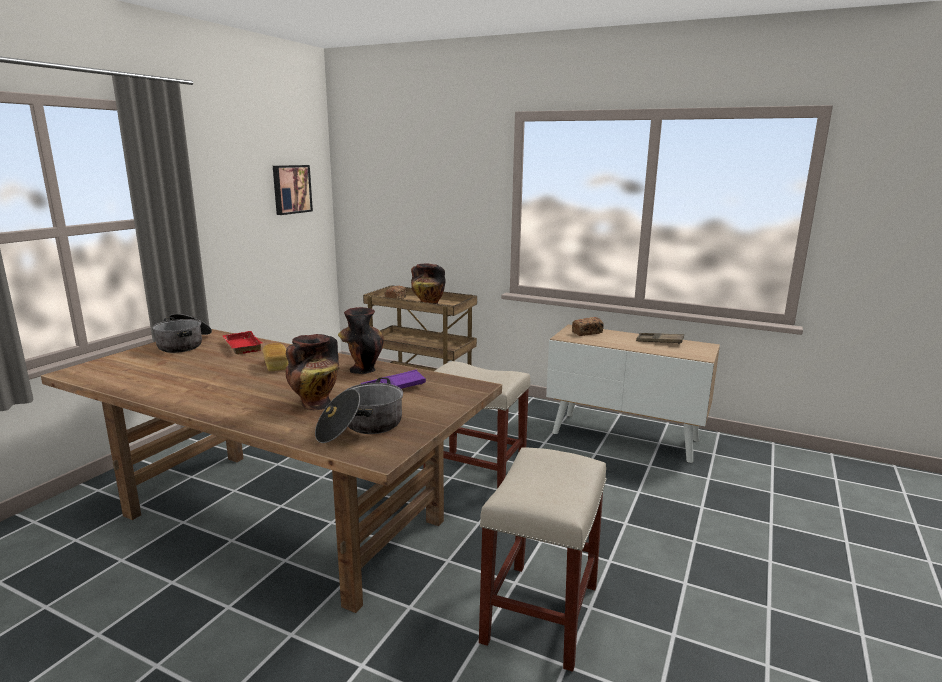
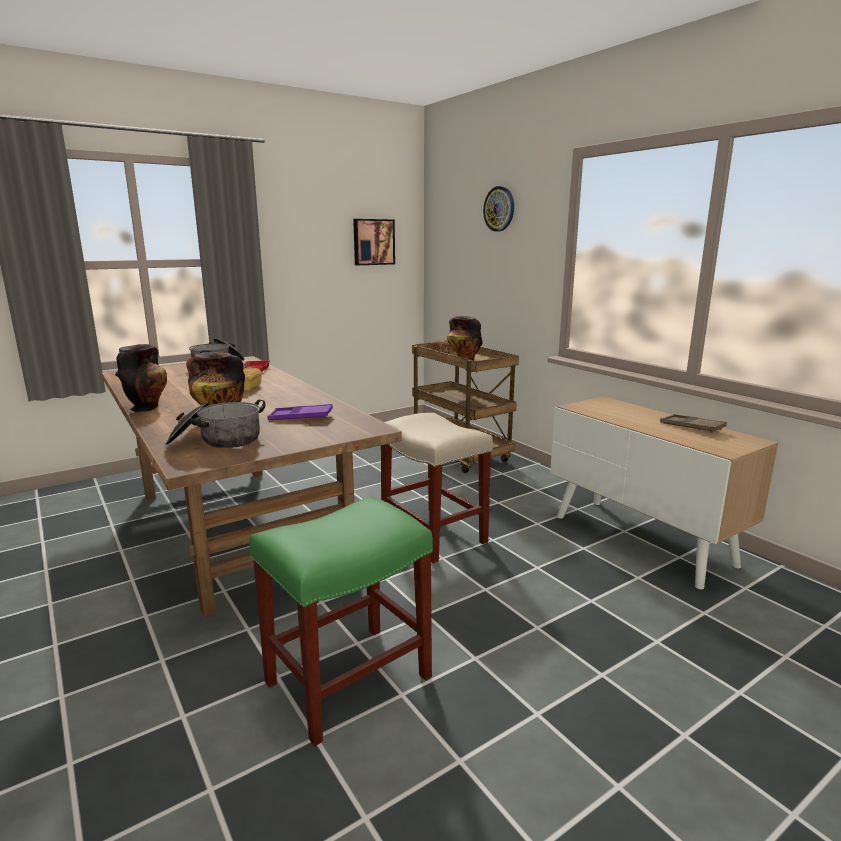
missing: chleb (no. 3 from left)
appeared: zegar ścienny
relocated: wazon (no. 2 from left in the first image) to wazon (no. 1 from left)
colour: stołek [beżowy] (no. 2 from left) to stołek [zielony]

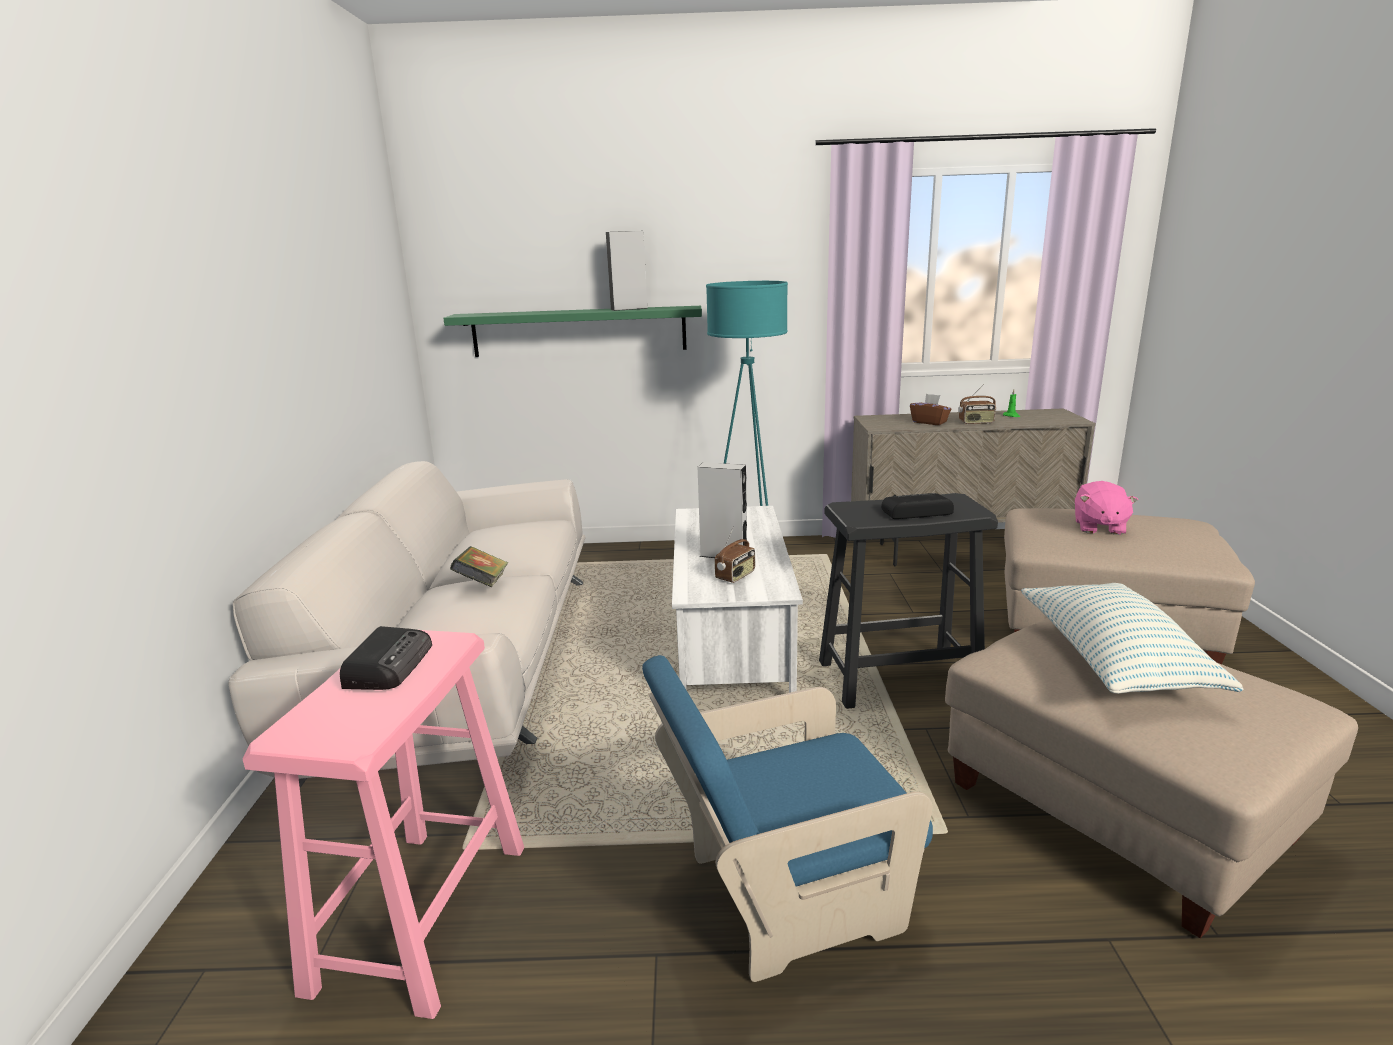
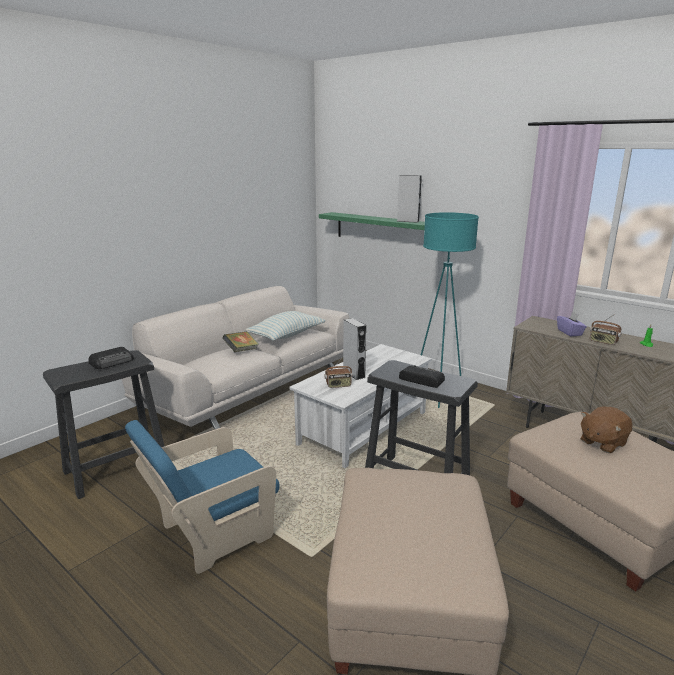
relocated: poduszka
colour: stołek [różowy] to stołek [czarny] (no. 1 from left); pudełko chusteczek [brązowy] to pudełko chusteczek [fioletowy]; pluszak [różowy] to pluszak [brązowy]
spun: fotel [niebieski] 60 degrees counterclockwise

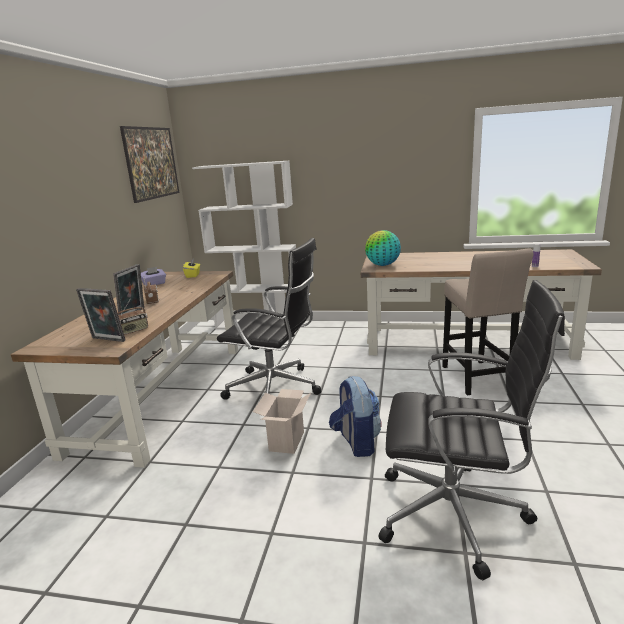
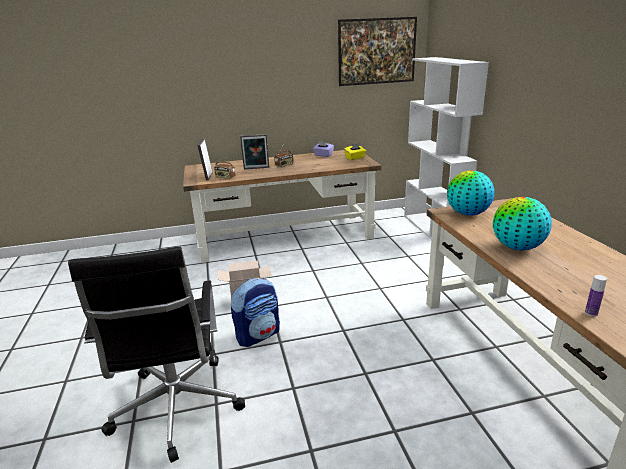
missing: krzesło biurowe [czarny] (no. 1 from left); stołek [beżowy]
appeared: globus (no. 2 from left)

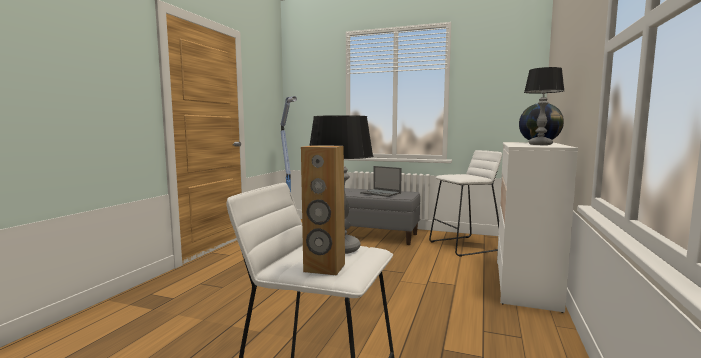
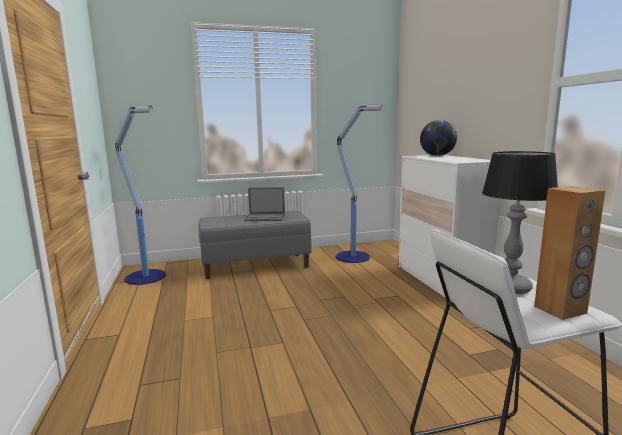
missing: lampa stołowa (no. 2 from left)
exchanged: stołek [biały] (no. 2 from left) to lampa stojąca (no. 2 from left)

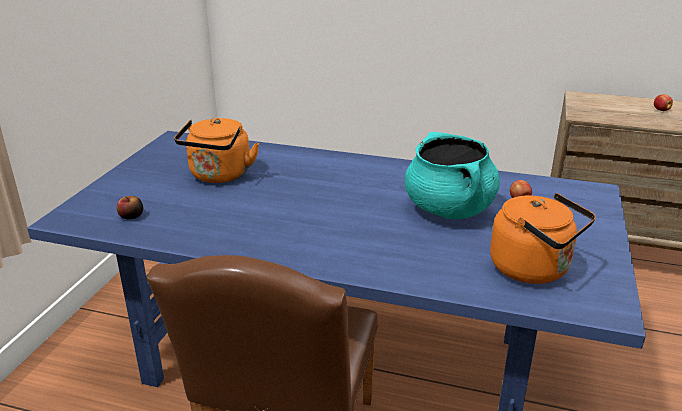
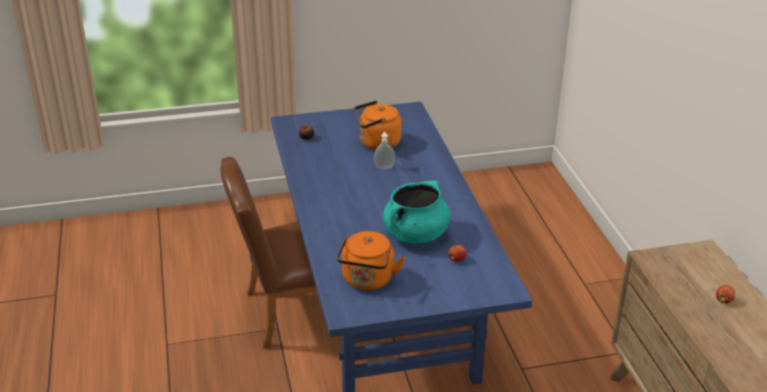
appeared: dozownik mydła

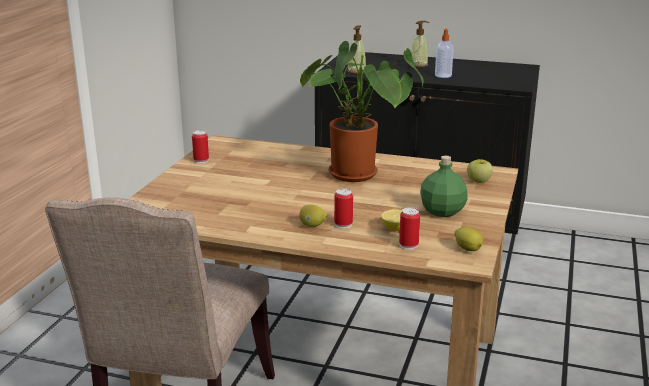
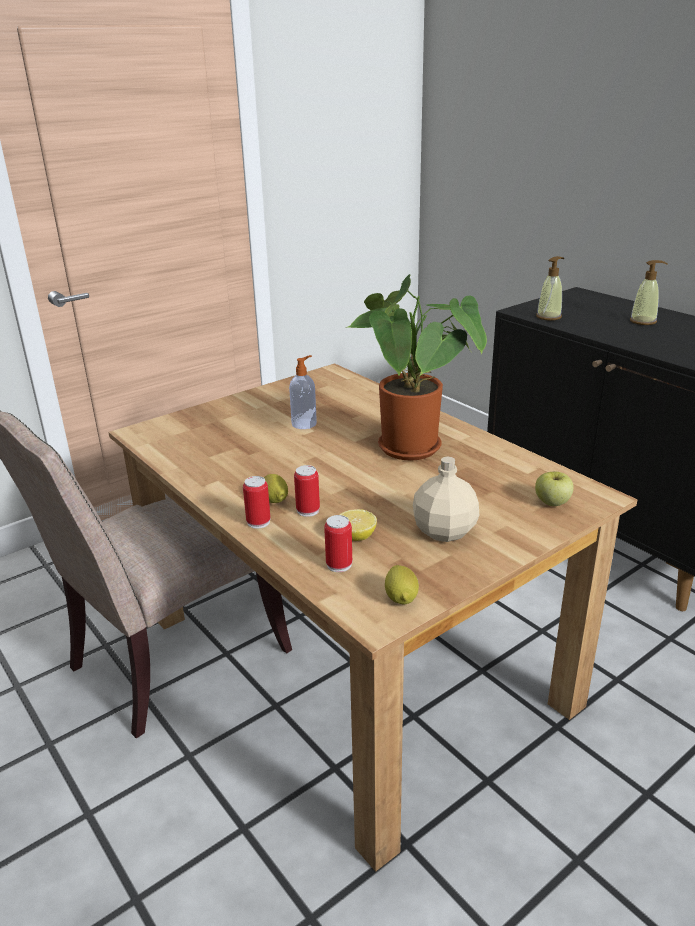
relocated: puszka (no. 1 from left); dozownik mydła (no. 3 from left in the first image) to dozownik mydła (no. 1 from left)
colour: butelka [zielony] to butelka [beżowy]

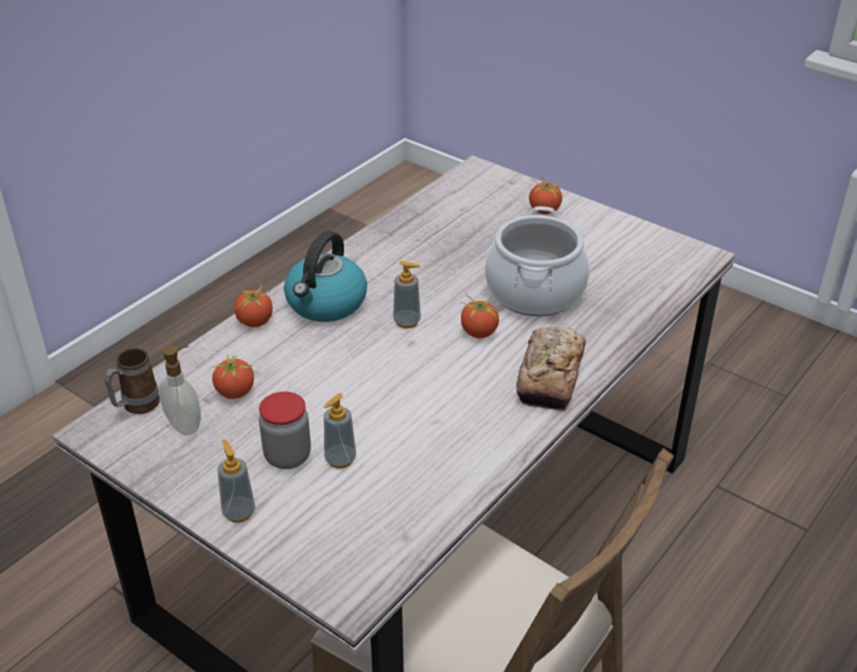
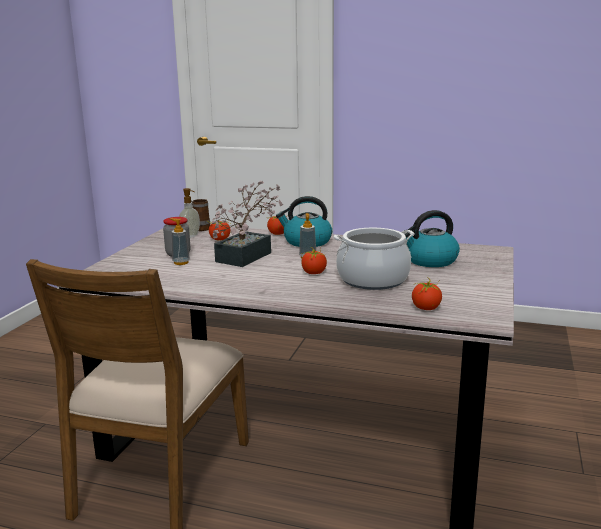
missing: dozownik mydła (no. 2 from left); chleb
appeared: roślina doniczkowa; czajnik (no. 2 from left)
relocated: pomidor (no. 4 from left)

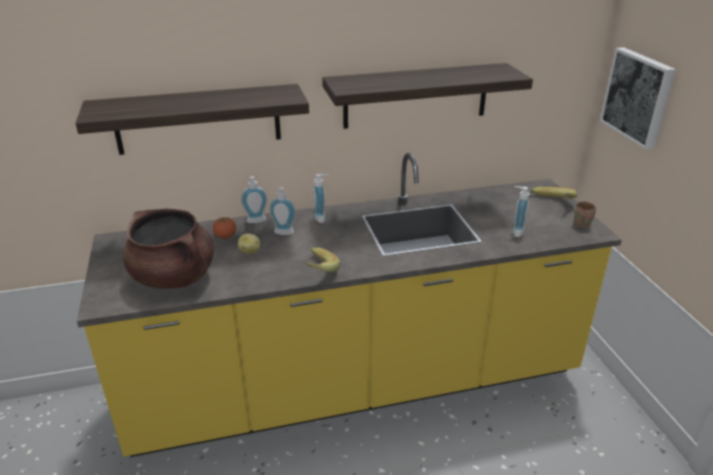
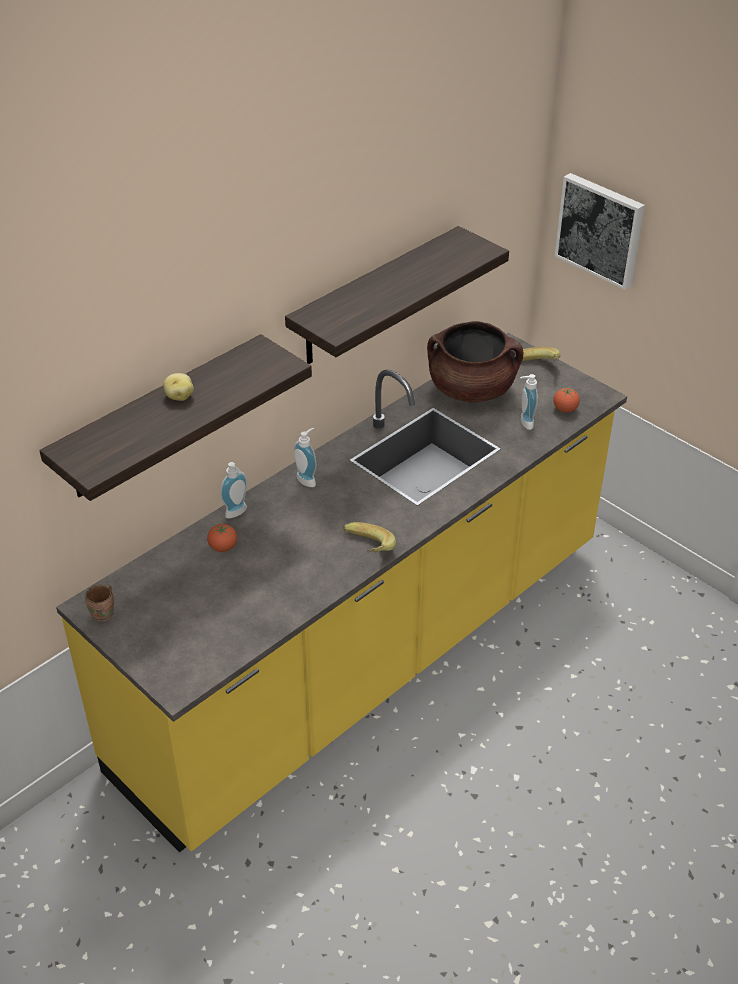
missing: dozownik mydła (no. 2 from left)
appeared: pomidor (no. 2 from left)
relocated: garnek [brązowy]; ziemniak; kubek [brązowy]

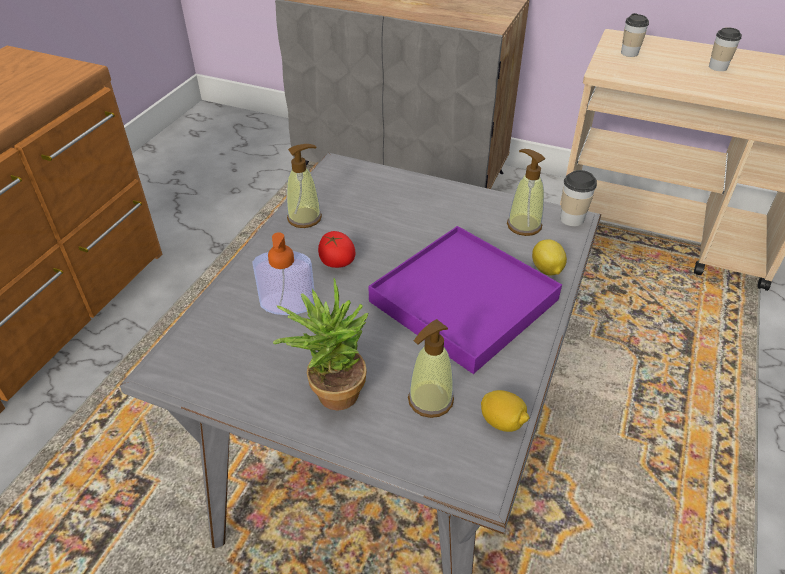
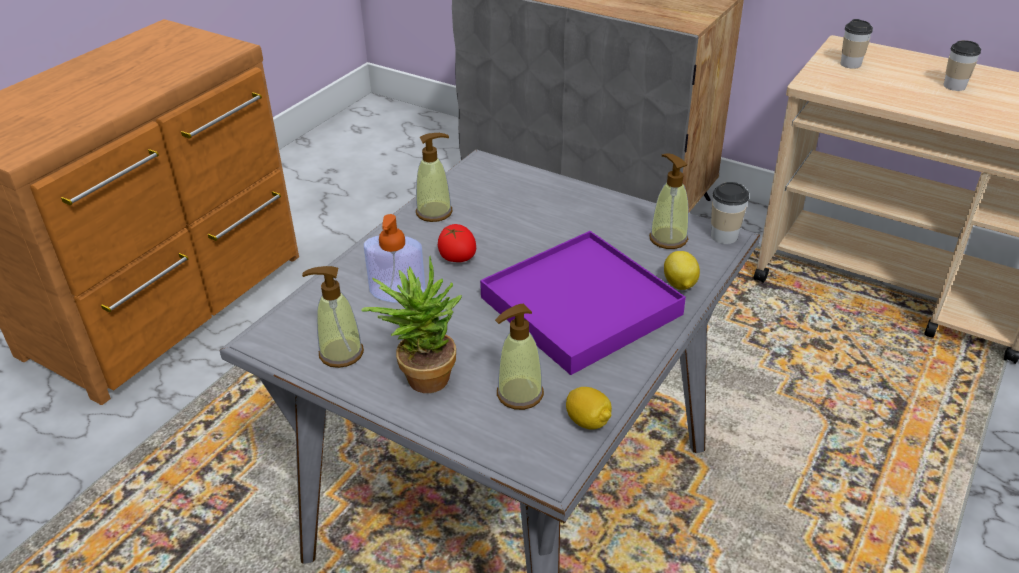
appeared: dozownik mydła (no. 1 from left)

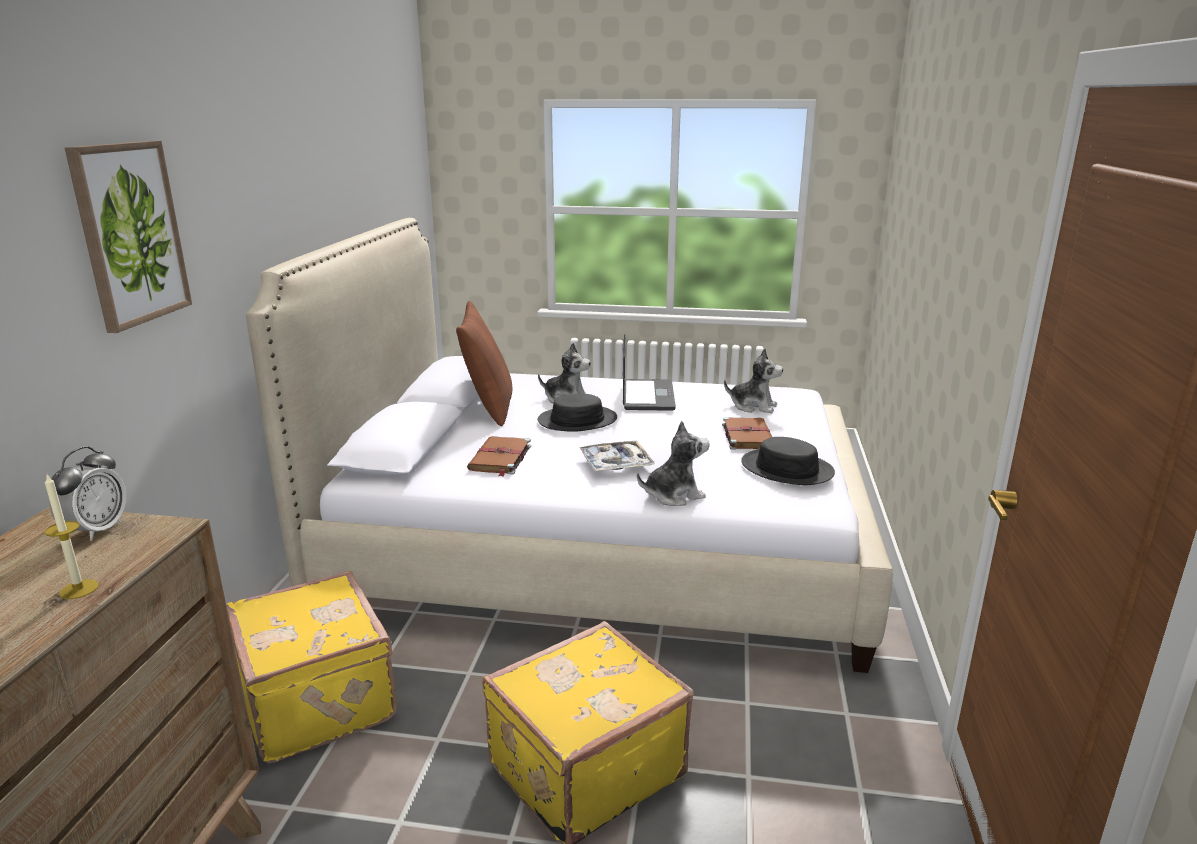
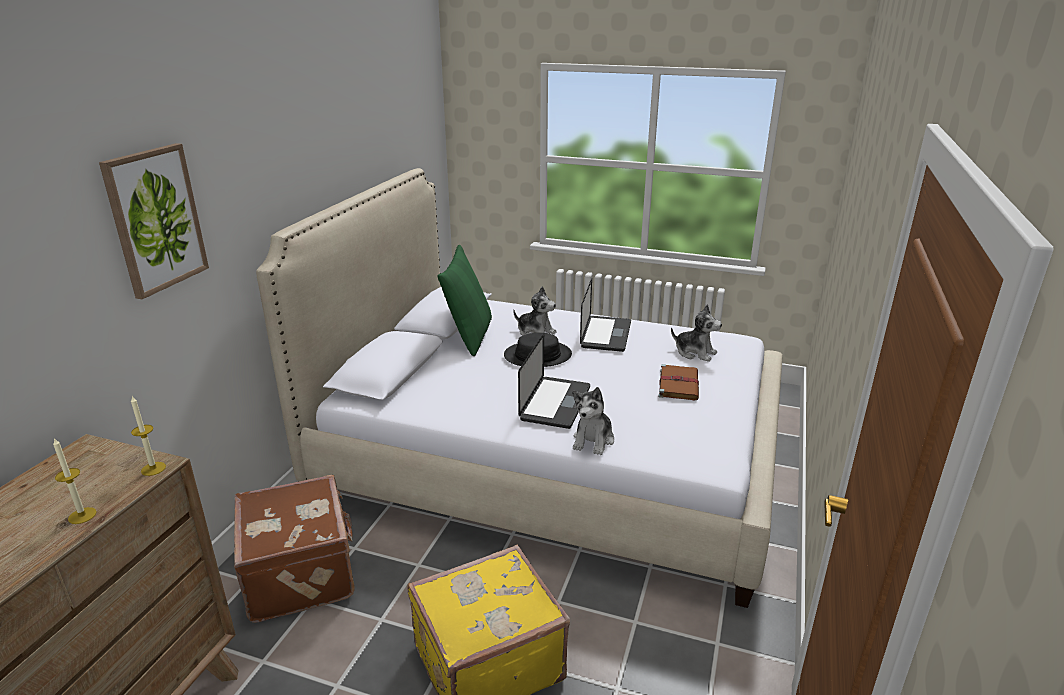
missing: budzik; książka [brązowy] (no. 1 from left); kapelusz [czarny] (no. 2 from left)
appeared: świeca (no. 2 from left)
exchanged: taca to laptop (no. 1 from left)
colour: walizka [żółty] (no. 1 from left) to walizka [brązowy]; poduszka [brązowy] to poduszka [zielony]
spun: pluszak (no. 2 from left) 120 degrees clockwise

